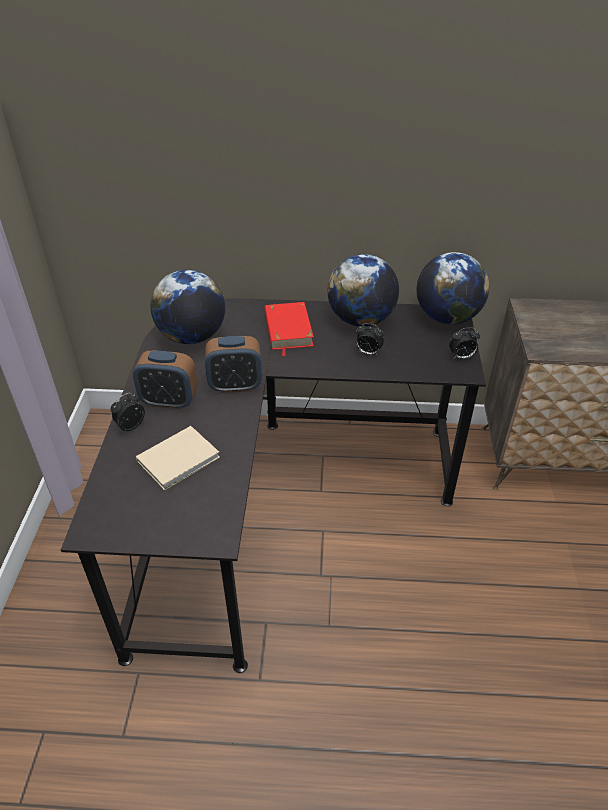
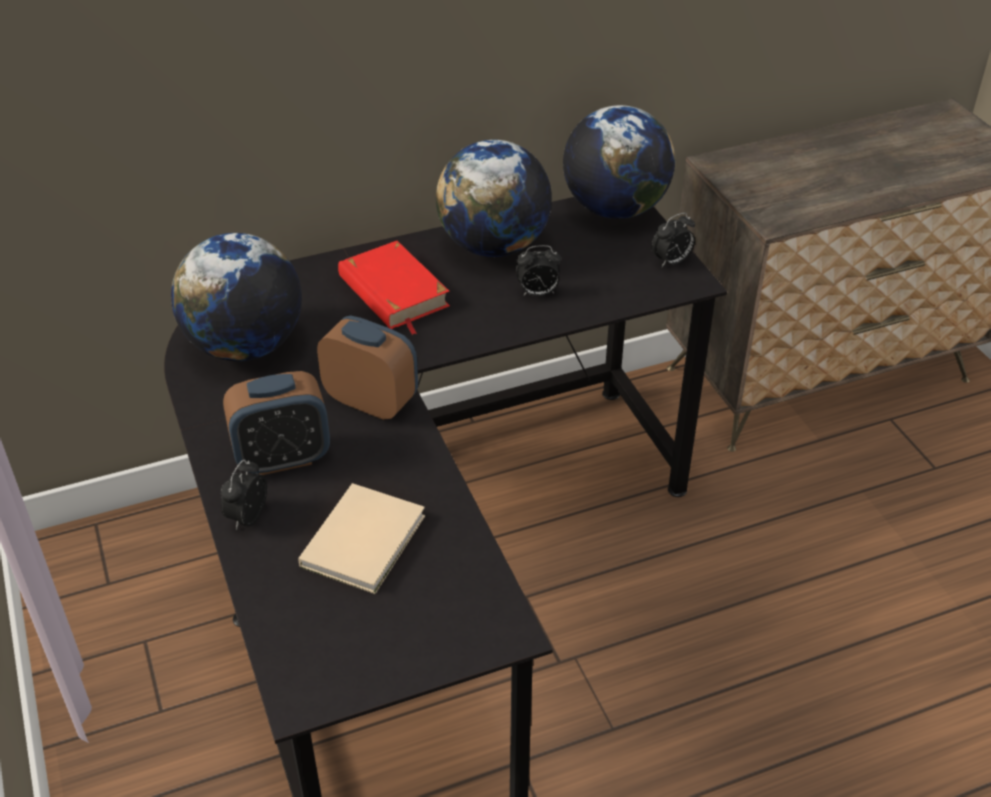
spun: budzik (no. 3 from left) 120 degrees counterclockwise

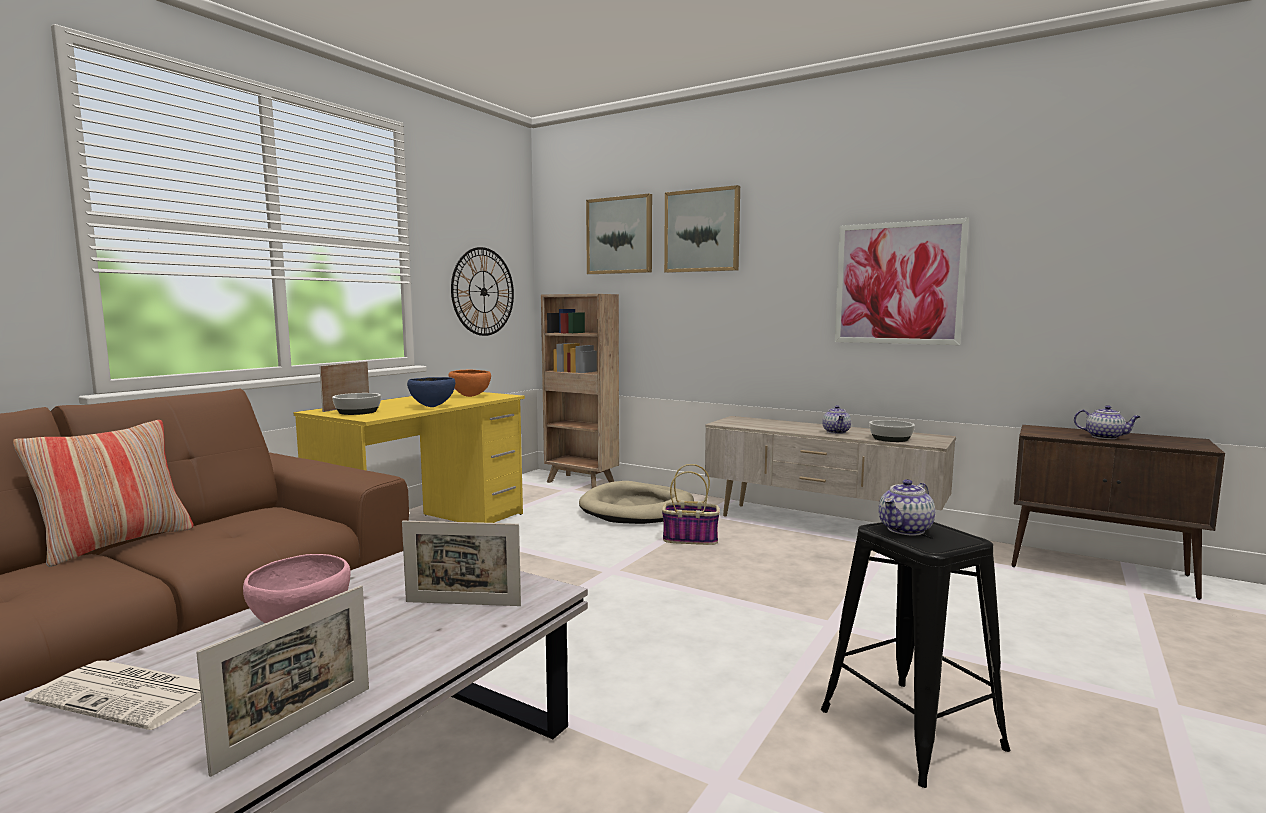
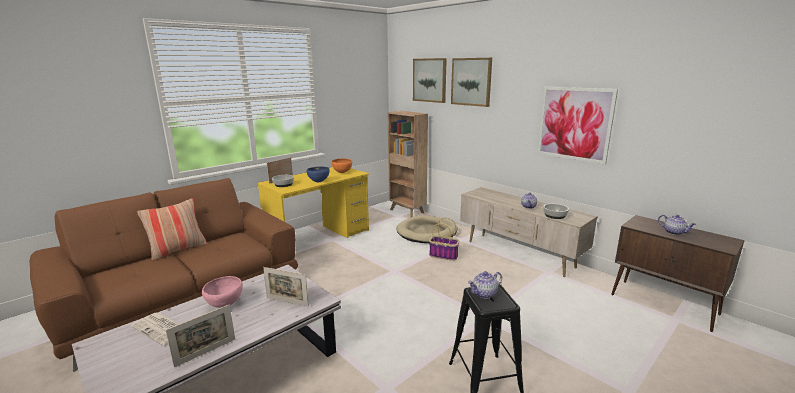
missing: zegar ścienny

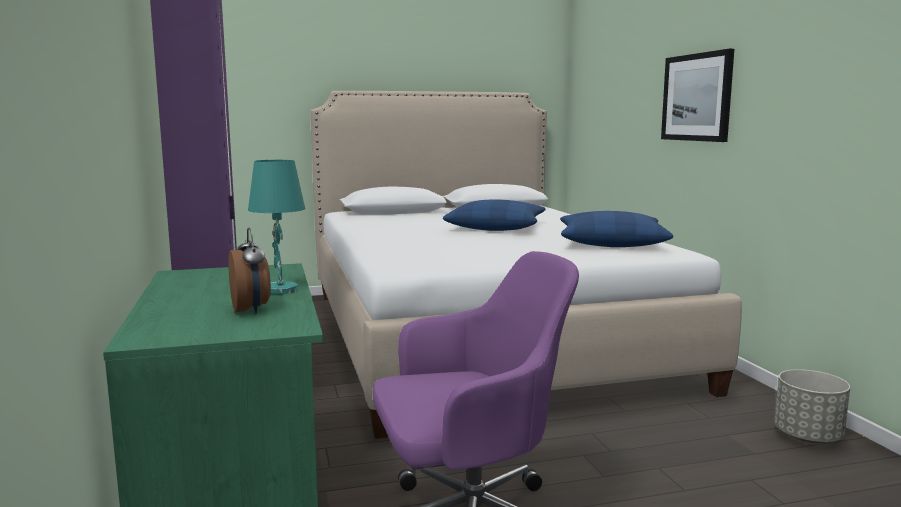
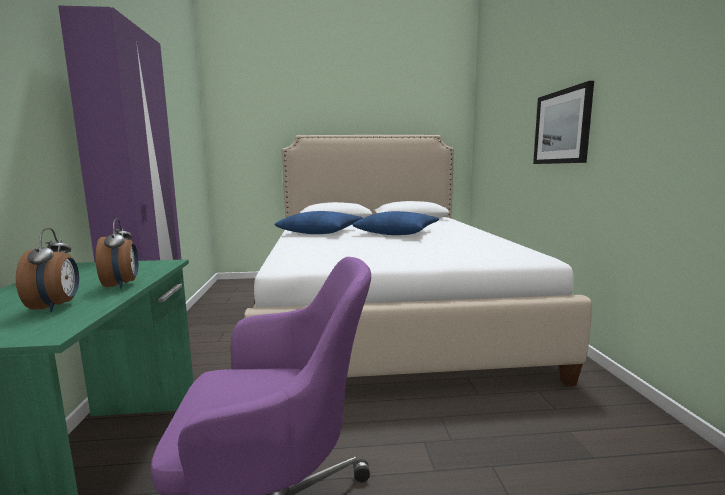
missing: donica [szary]
relocated: poduszka [niebieski] (no. 2 from left in the first image) to poduszka [niebieski] (no. 1 from left)
exchanged: lampa stołowa [turkusowy] to budzik (no. 2 from left)

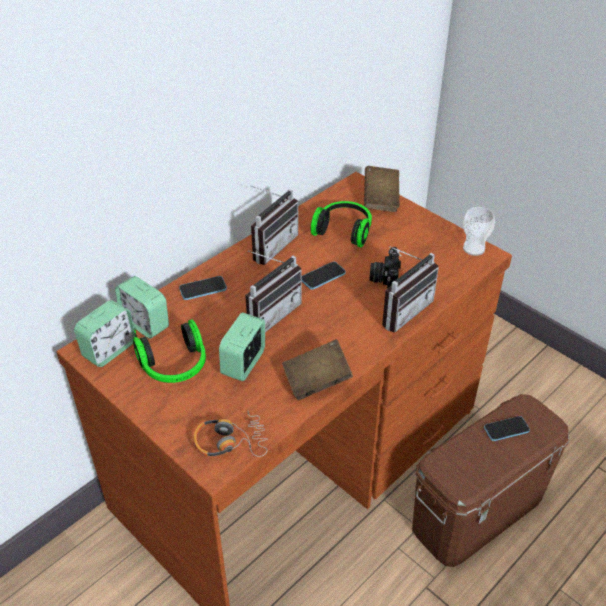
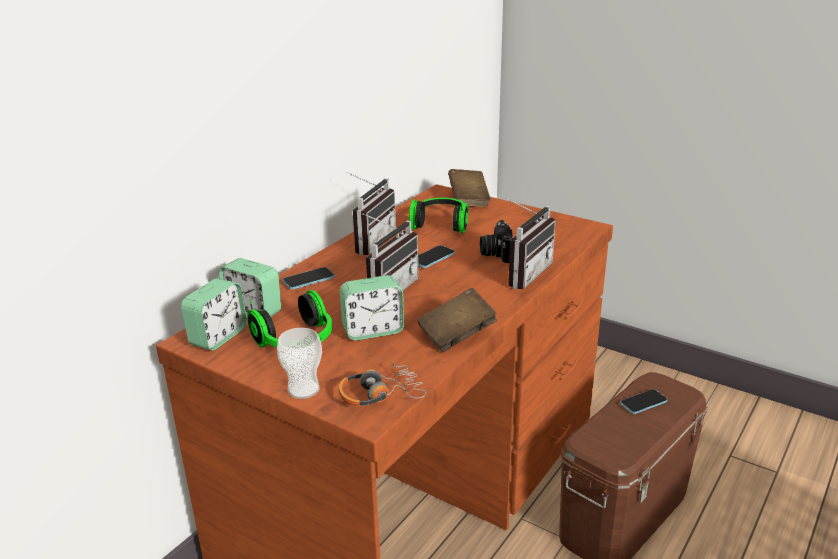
relocated: filiżanka
spun: budzik (no. 3 from left) 120 degrees counterclockwise

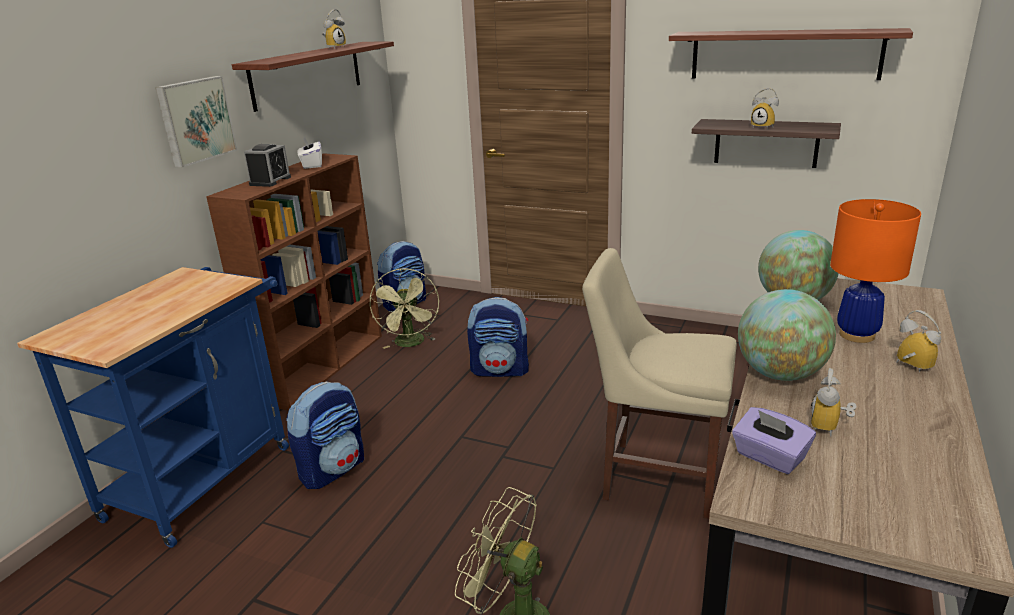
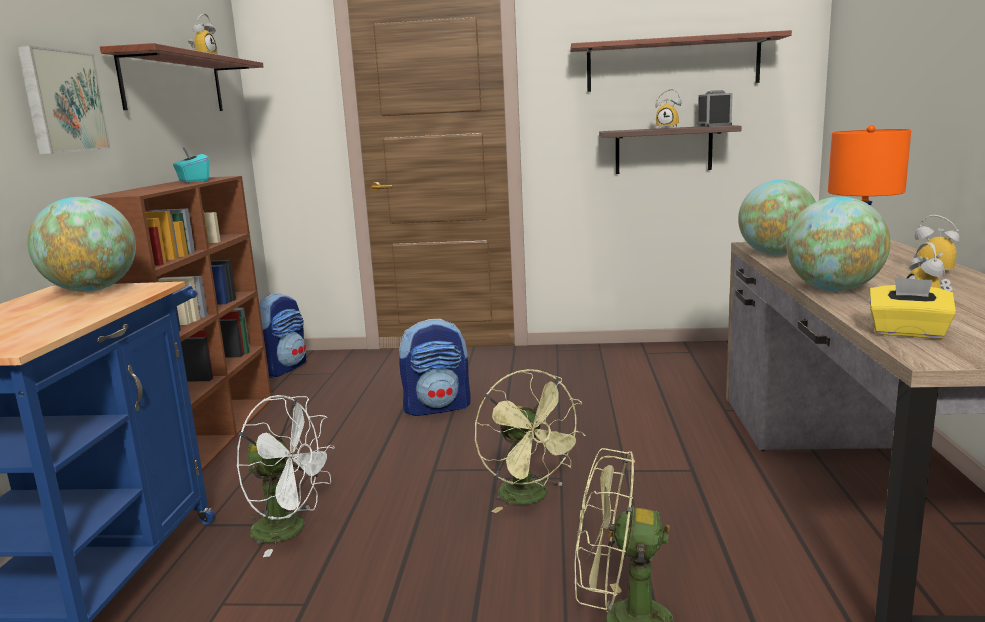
missing: krzesło [beżowy]
appeared: globus (no. 1 from left)
relocated: budzik (no. 1 from left in the first image) to budzik (no. 3 from left); wentylator [zielony] (no. 1 from left)
exchanged: plecak (no. 1 from left) to wentylator [biały]
colour: pudełko chusteczek [biały] to pudełko chusteczek [turkusowy]; pudełko chusteczek [fioletowy] to pudełko chusteczek [żółty]

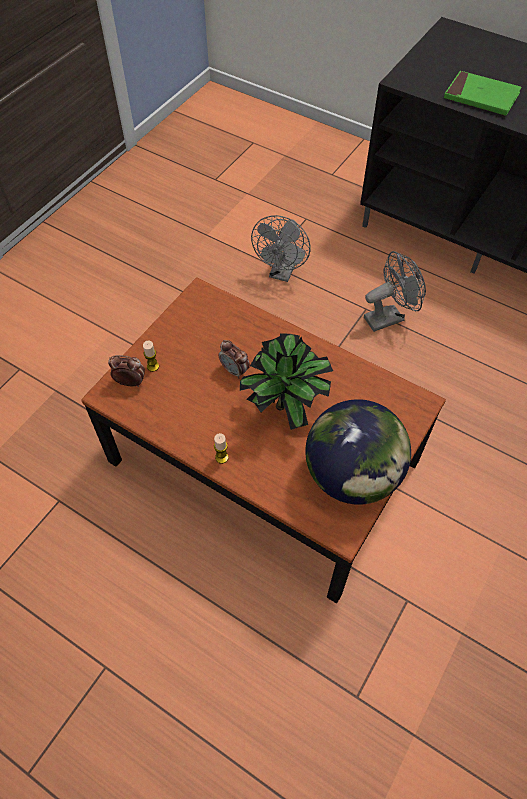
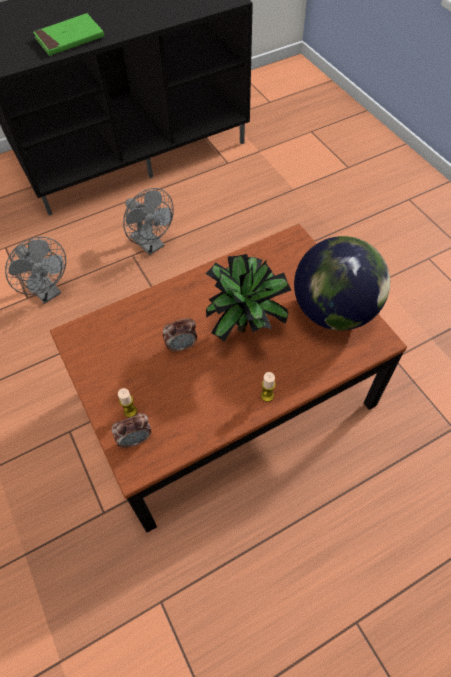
spun: budzik (no. 1 from left) 150 degrees counterclockwise; wentylator [szary] (no. 2 from left) 135 degrees clockwise

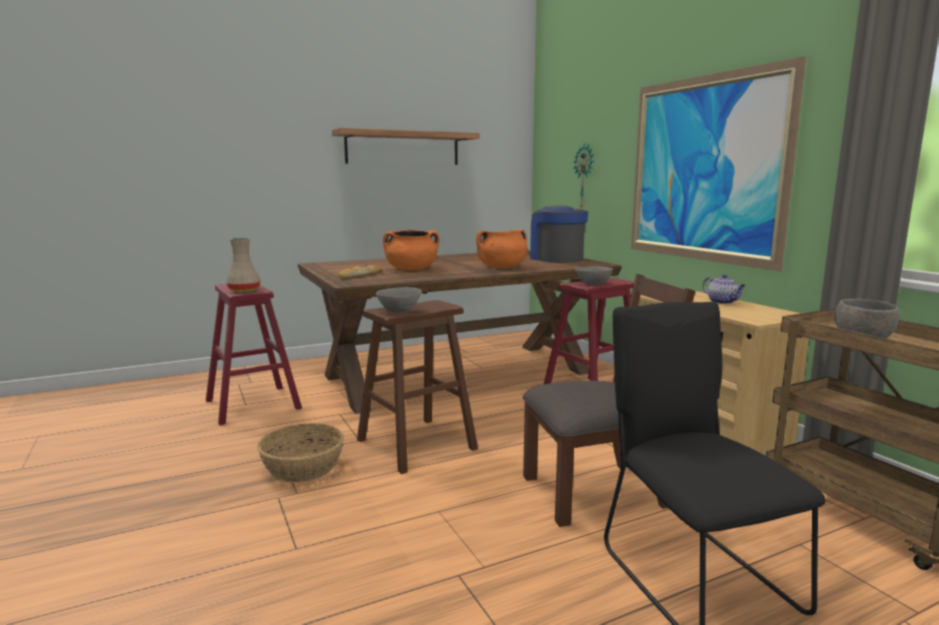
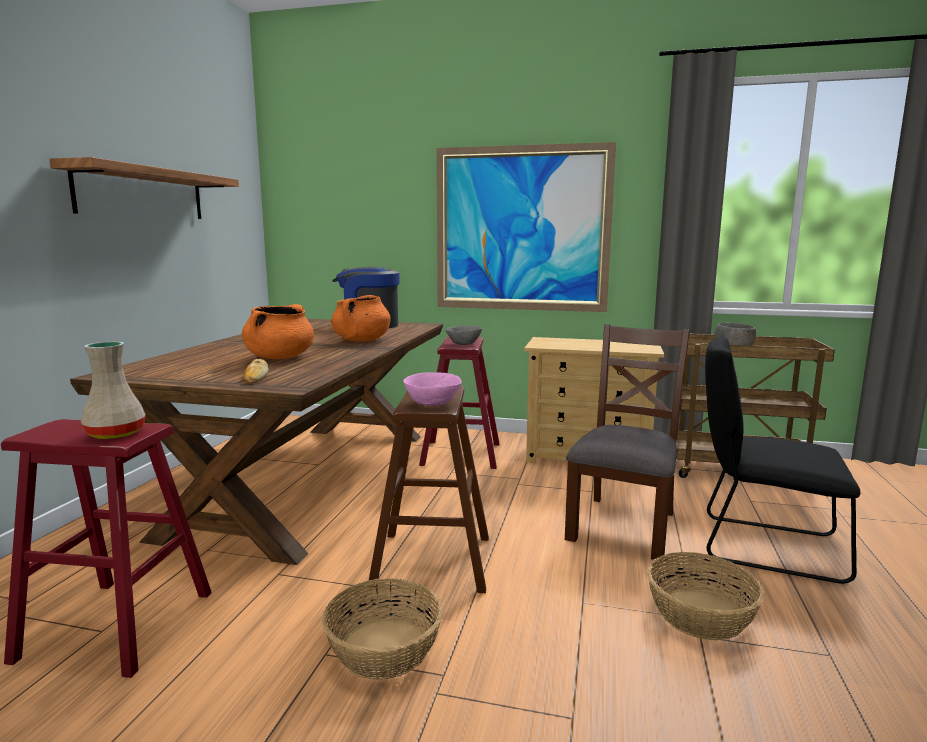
missing: zegar ścienny; imbryk
appeared: koszyk (no. 2 from left)
colour: miska [szary] (no. 1 from left) to miska [różowy]

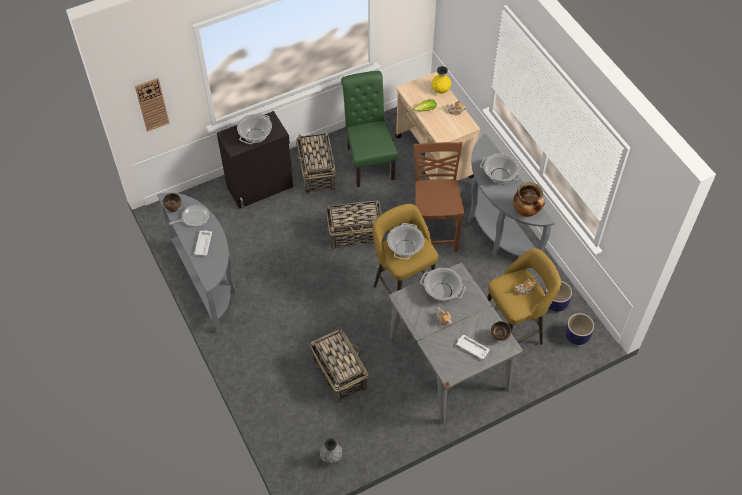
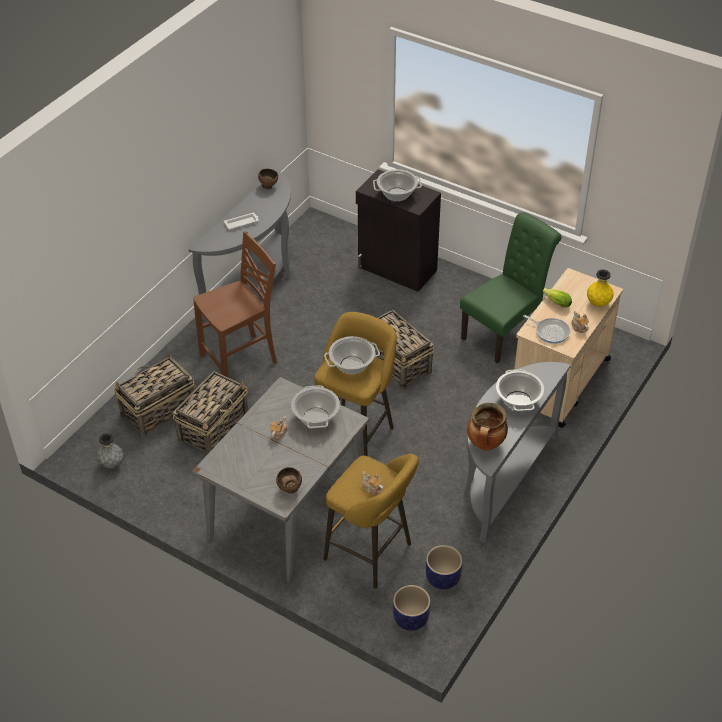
missing: zegar ścienny; taca [biały] (no. 2 from left)
relocated: patelnia; koszyk (no. 1 from left); krzesło [brązowy]

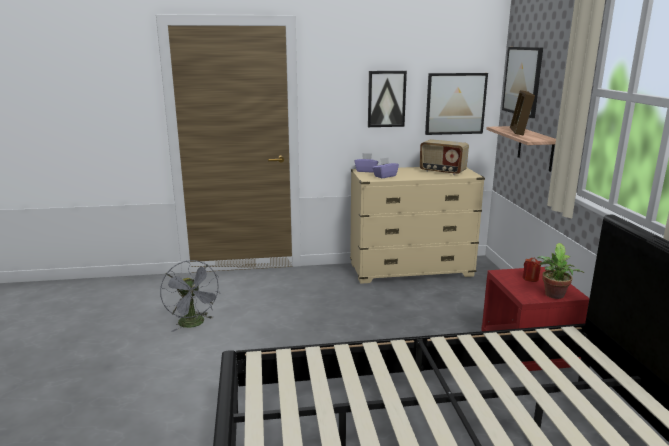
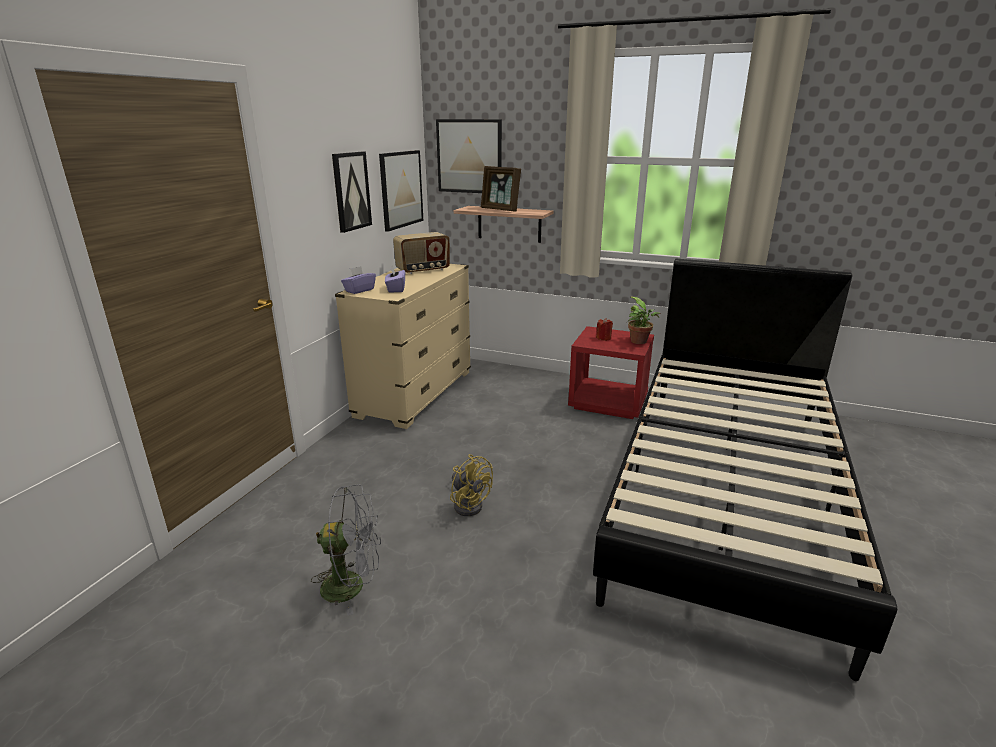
appeared: wentylator [żółty]

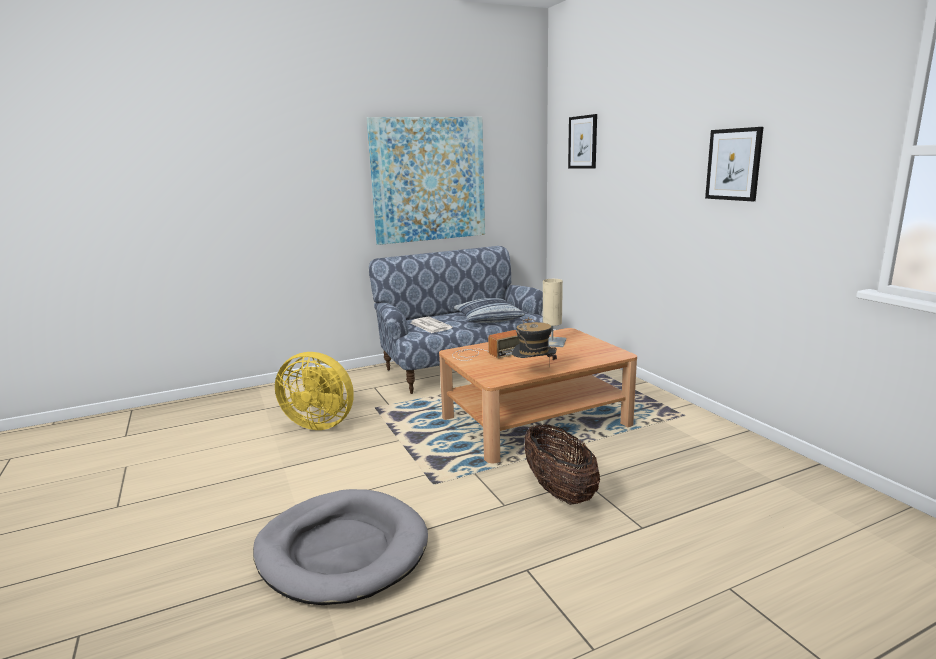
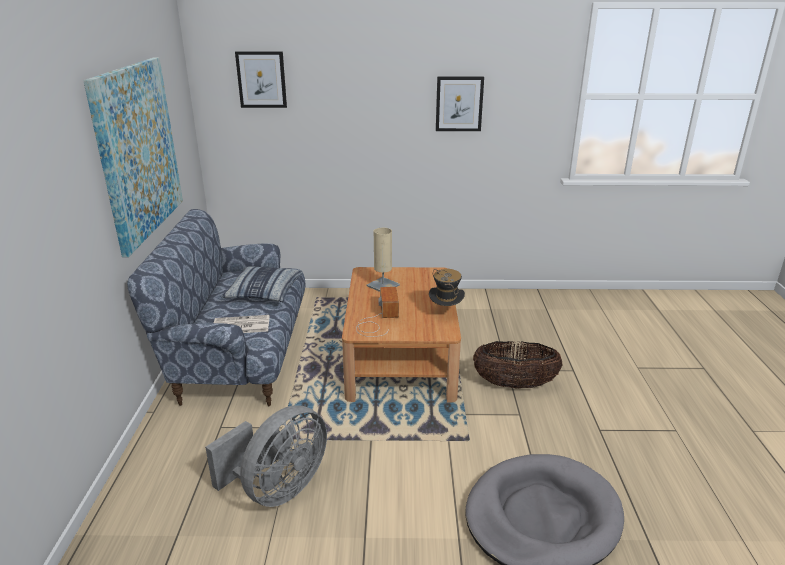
colour: wentylator [żółty] to wentylator [szary]

